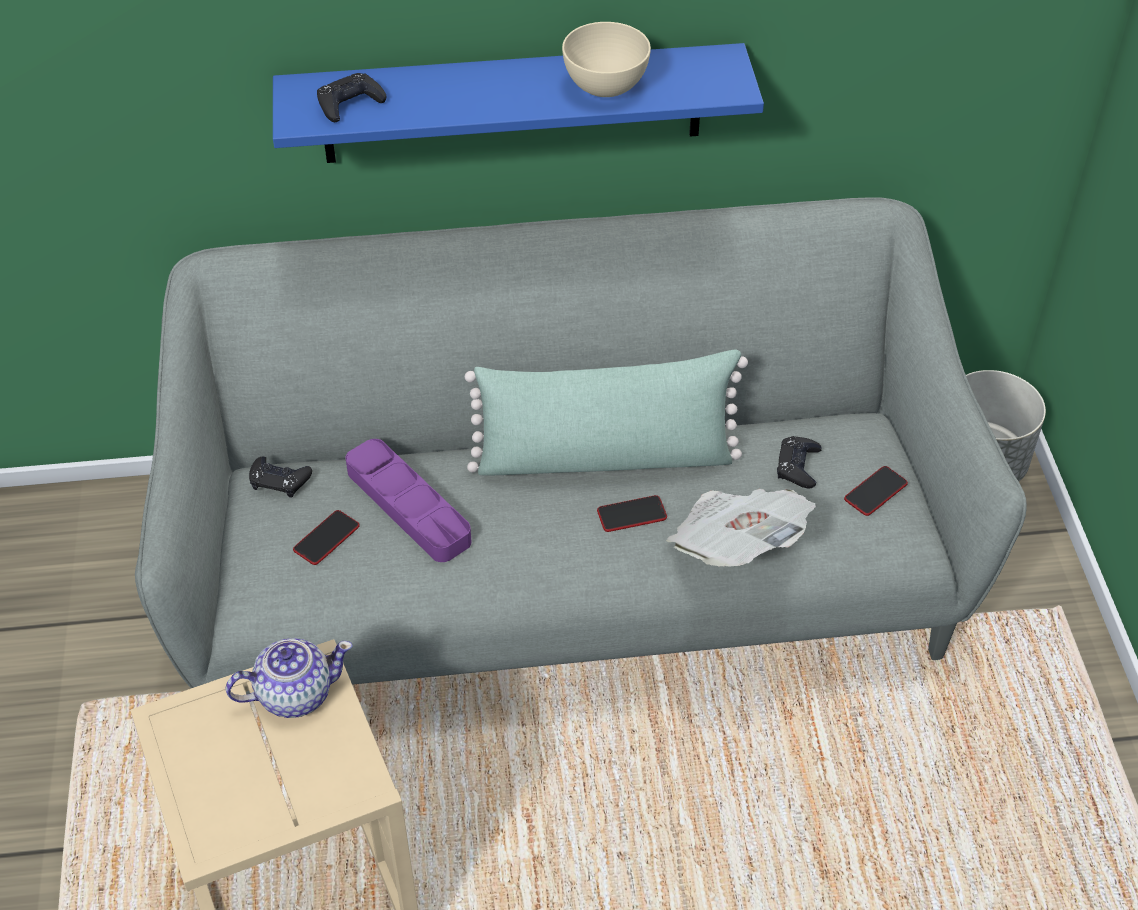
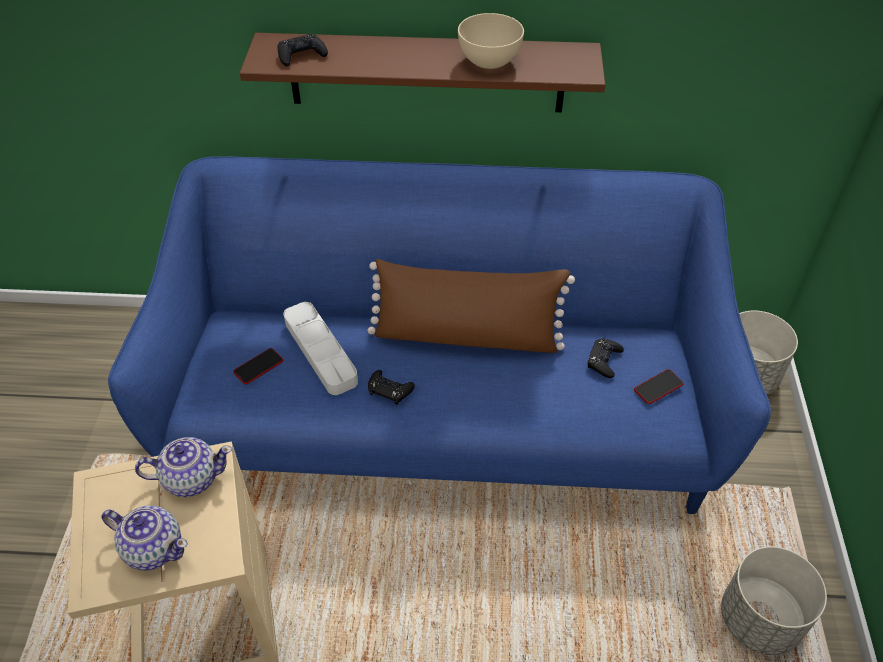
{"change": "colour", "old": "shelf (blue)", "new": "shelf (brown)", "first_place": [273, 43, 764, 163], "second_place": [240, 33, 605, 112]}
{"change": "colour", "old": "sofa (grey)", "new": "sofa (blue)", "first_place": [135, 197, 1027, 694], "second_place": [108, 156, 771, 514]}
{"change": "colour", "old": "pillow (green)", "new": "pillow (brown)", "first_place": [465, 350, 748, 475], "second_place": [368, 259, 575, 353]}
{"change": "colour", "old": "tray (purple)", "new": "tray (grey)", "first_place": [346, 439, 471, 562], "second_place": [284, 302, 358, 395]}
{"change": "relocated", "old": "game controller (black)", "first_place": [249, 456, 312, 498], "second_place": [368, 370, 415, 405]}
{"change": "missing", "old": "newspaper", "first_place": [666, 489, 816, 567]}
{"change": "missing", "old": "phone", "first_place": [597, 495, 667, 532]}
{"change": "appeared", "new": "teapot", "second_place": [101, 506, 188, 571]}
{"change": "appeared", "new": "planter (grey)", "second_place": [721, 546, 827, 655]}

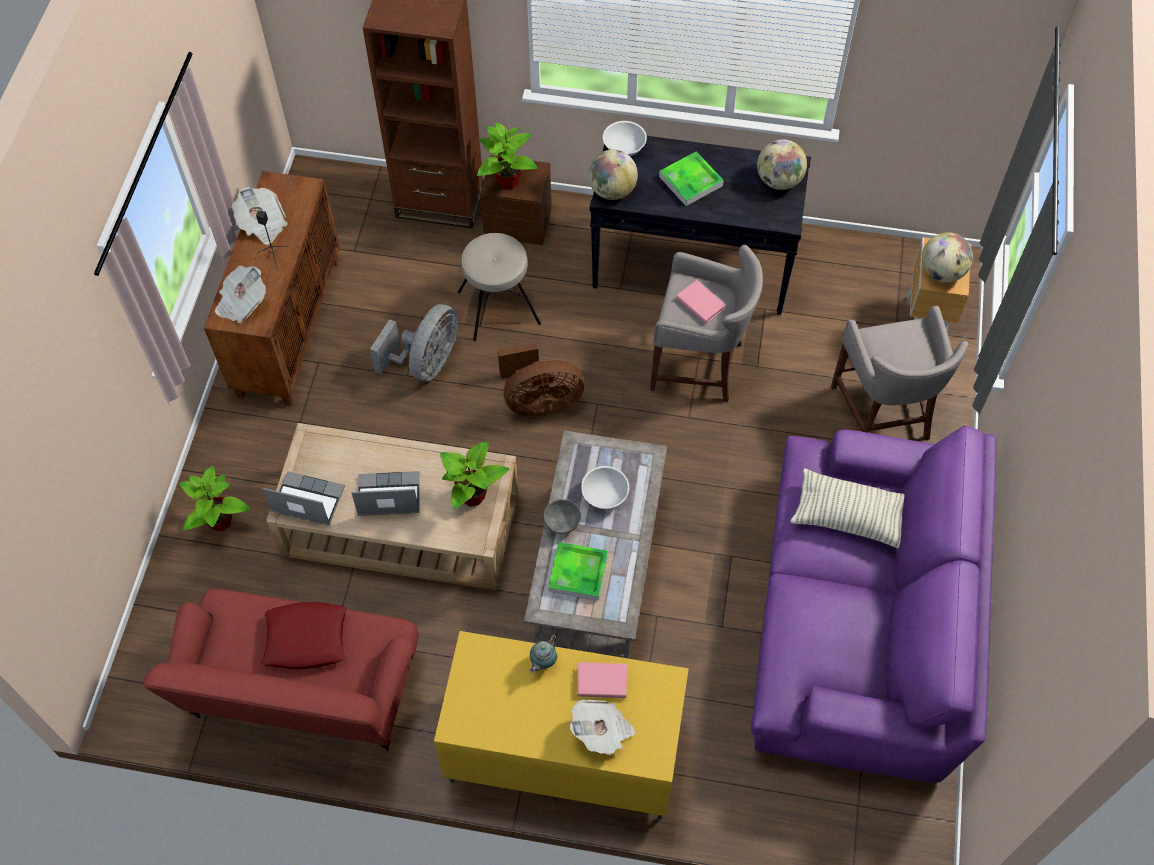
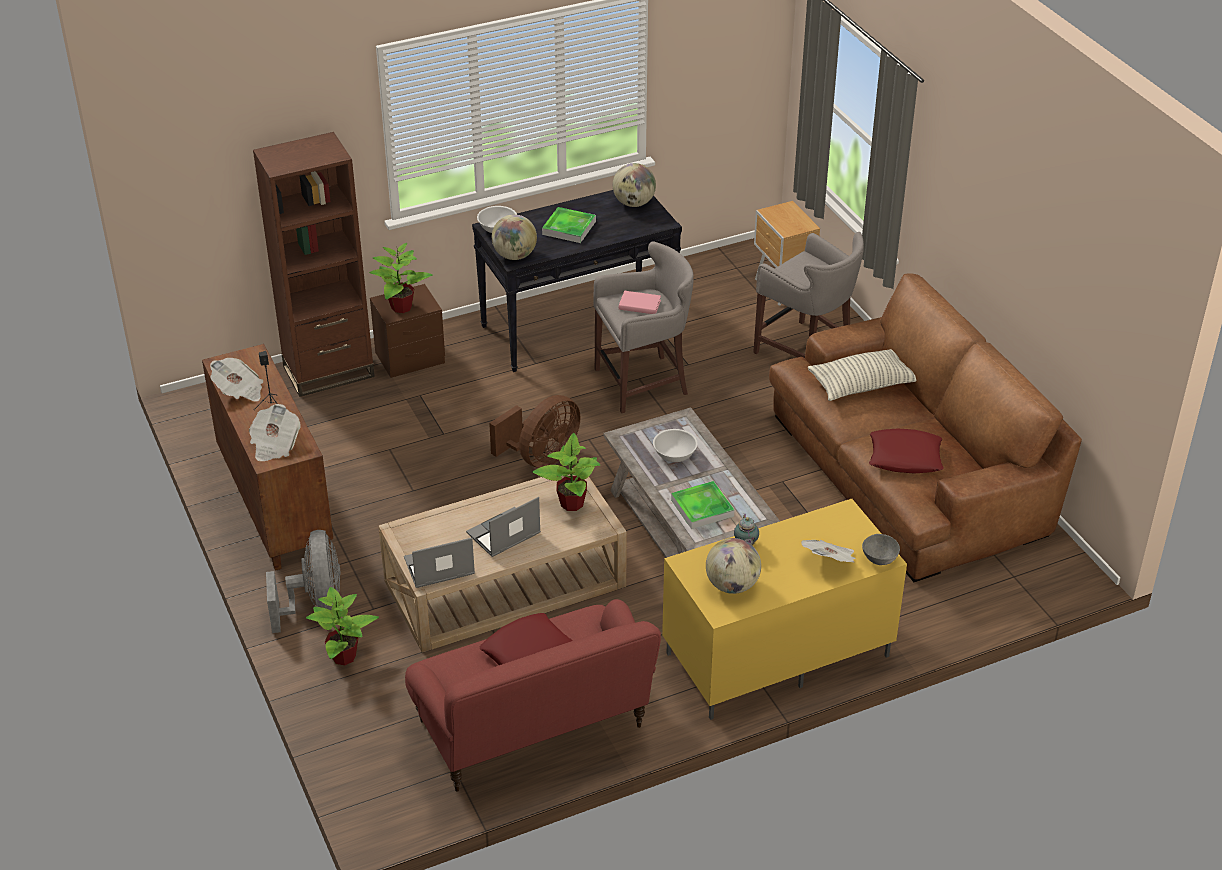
{"change": "relocated", "old": "globe", "first_place": [922, 232, 973, 283], "second_place": [706, 538, 761, 594]}
{"change": "missing", "old": "stool (beige)", "first_place": [458, 233, 541, 341]}
{"change": "relocated", "old": "fan (grey)", "first_place": [370, 304, 458, 381], "second_place": [266, 530, 341, 633]}
{"change": "colour", "old": "sofa (purple)", "new": "sofa (brown)", "first_place": [751, 426, 996, 783], "second_place": [769, 273, 1082, 582]}
{"change": "relocated", "old": "bowl (grey)", "first_place": [544, 499, 581, 534], "second_place": [862, 534, 900, 565]}
{"change": "missing", "old": "book (pink)", "first_place": [577, 662, 627, 698]}
{"change": "appeared", "new": "pillow (red)", "second_place": [869, 429, 943, 473]}

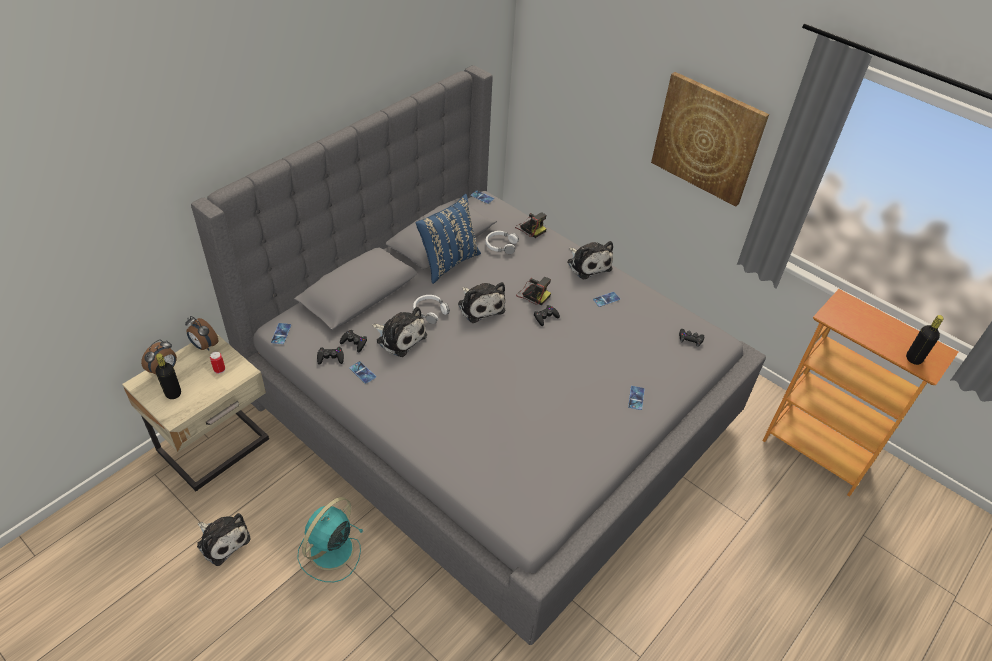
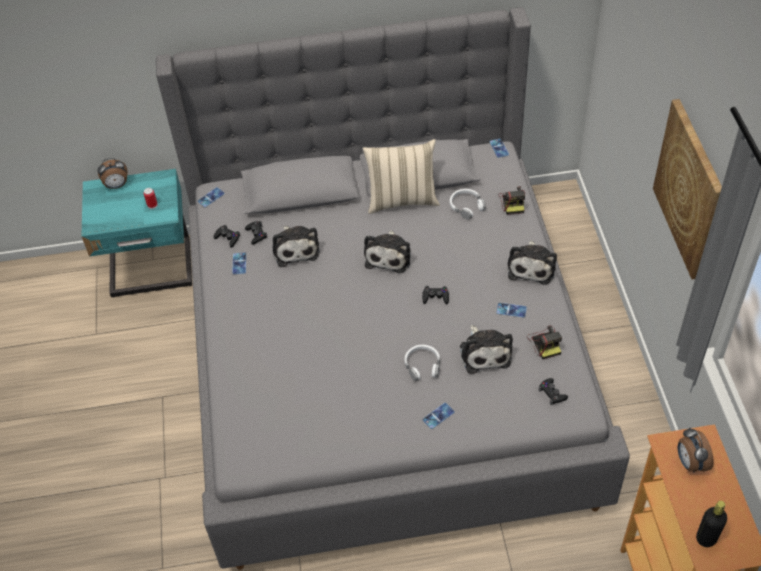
{"change": "colour", "old": "pillow (blue)", "new": "pillow (beige)", "first_place": [415, 194, 481, 284], "second_place": [363, 139, 440, 214]}
{"change": "relocated", "old": "photo camera", "first_place": [516, 277, 551, 305], "second_place": [527, 325, 562, 359]}
{"change": "relocated", "old": "headphones (white)", "first_place": [413, 295, 450, 324], "second_place": [404, 345, 440, 381]}
{"change": "relocated", "old": "alarm clock", "first_place": [185, 316, 219, 350], "second_place": [678, 427, 714, 473]}
{"change": "colour", "old": "nightstand (beige)", "new": "nightstand (turquoise)", "first_place": [122, 333, 269, 491], "second_place": [81, 169, 192, 297]}
{"change": "missing", "old": "bottle (black)", "first_place": [156, 353, 181, 399]}
{"change": "missing", "old": "fan (turquoise)", "first_place": [297, 497, 363, 582]}
{"change": "relocated", "old": "plush toy", "first_place": [197, 513, 251, 566], "second_place": [460, 325, 513, 374]}

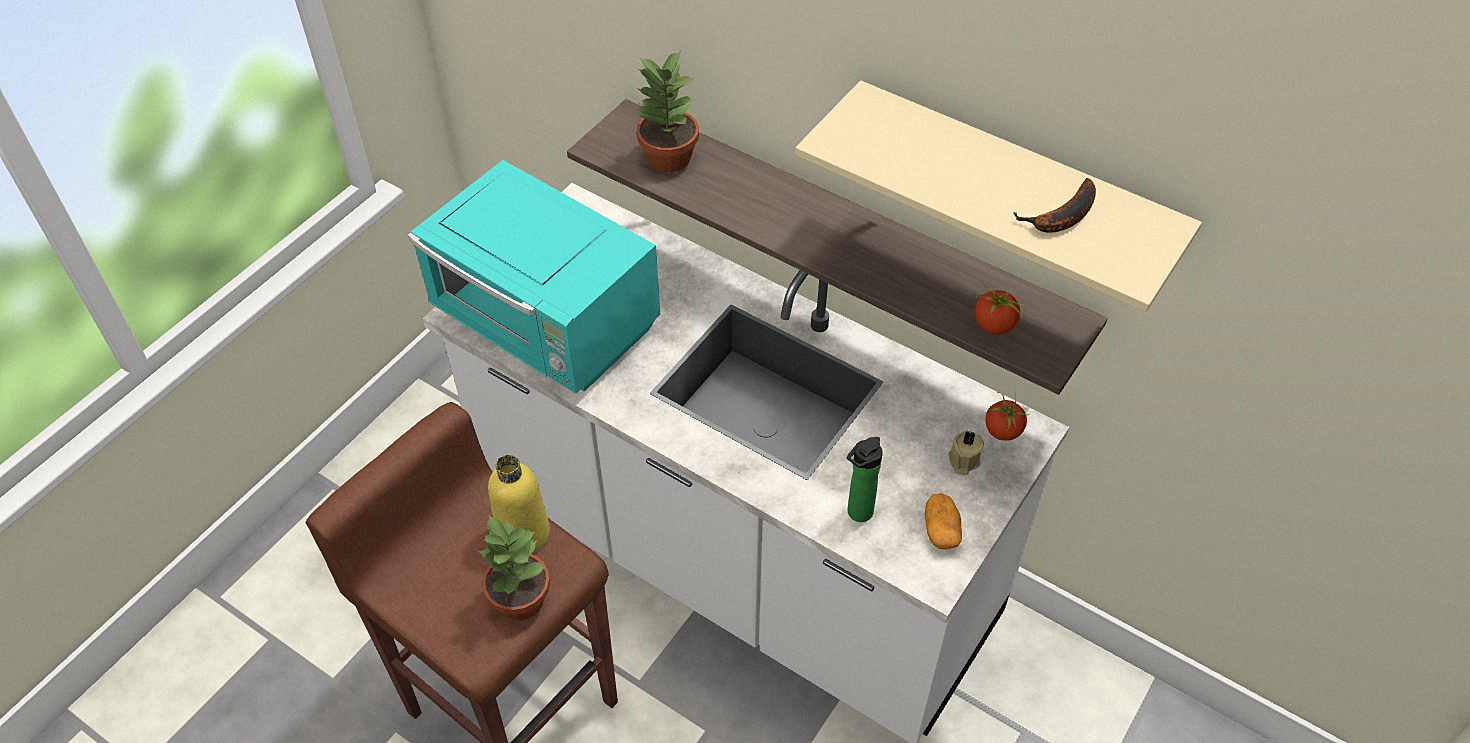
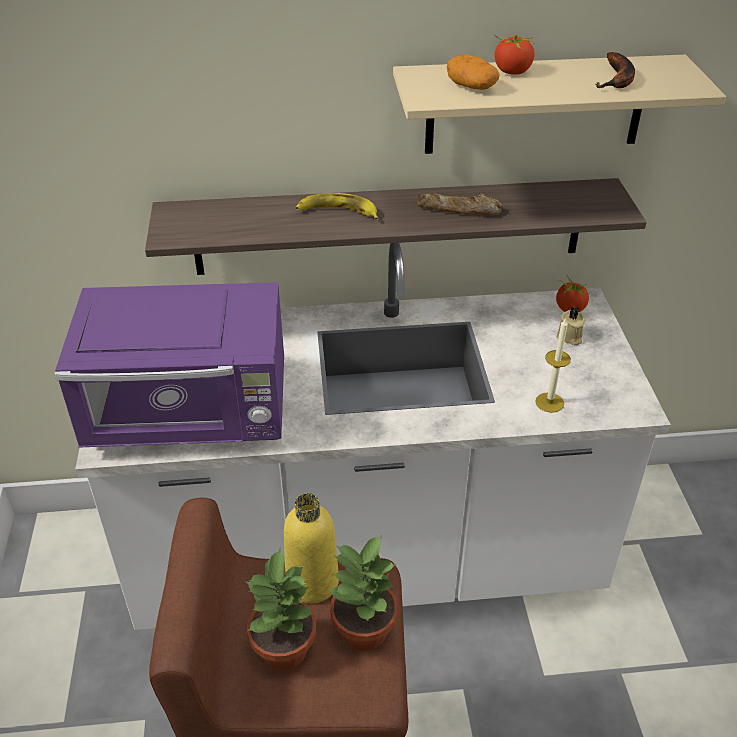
{"change": "relocated", "old": "potted plant", "first_place": [633, 50, 699, 172], "second_place": [245, 548, 316, 670]}
{"change": "colour", "old": "microwave (turquoise)", "new": "microwave (purple)", "first_place": [408, 160, 660, 394], "second_place": [55, 282, 284, 448]}
{"change": "relocated", "old": "tomato", "first_place": [975, 283, 1023, 335], "second_place": [494, 34, 537, 75]}
{"change": "exchanged", "old": "bottle", "new": "candle", "first_place": [847, 437, 883, 522], "second_place": [535, 317, 571, 413]}
{"change": "relocated", "old": "potato", "first_place": [925, 493, 962, 549], "second_place": [446, 54, 500, 90]}
{"change": "appeared", "new": "banana", "second_place": [296, 193, 378, 220]}
{"change": "appeared", "new": "bread", "second_place": [417, 193, 504, 216]}

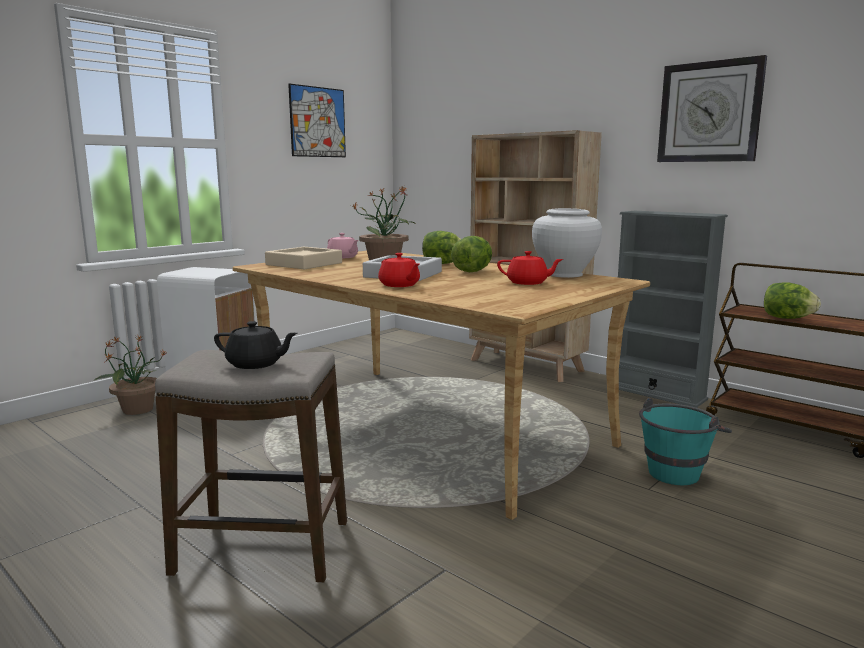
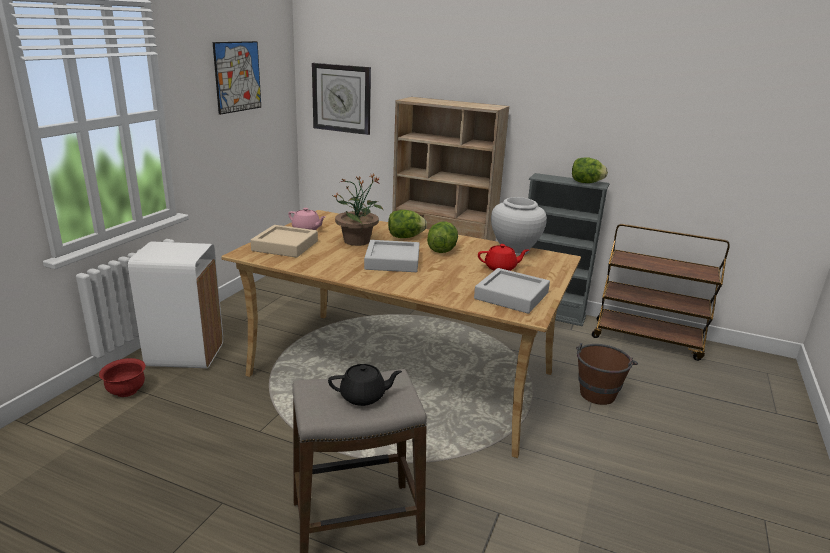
{"change": "relocated", "old": "wall clock", "first_place": [657, 55, 767, 162], "second_place": [312, 63, 371, 135]}
{"change": "missing", "old": "teapot (red)", "first_place": [378, 253, 420, 287]}
{"change": "relocated", "old": "lettuce", "first_place": [764, 282, 821, 319], "second_place": [572, 157, 608, 183]}
{"change": "exchanged", "old": "potted plant", "new": "bowl (red)", "first_place": [93, 336, 167, 415], "second_place": [99, 358, 145, 397]}
{"change": "colour", "old": "bucket (turquoise)", "new": "bucket (brown)", "first_place": [639, 398, 732, 485], "second_place": [576, 343, 638, 405]}
{"change": "appeared", "new": "tray (grey)", "second_place": [474, 268, 550, 314]}

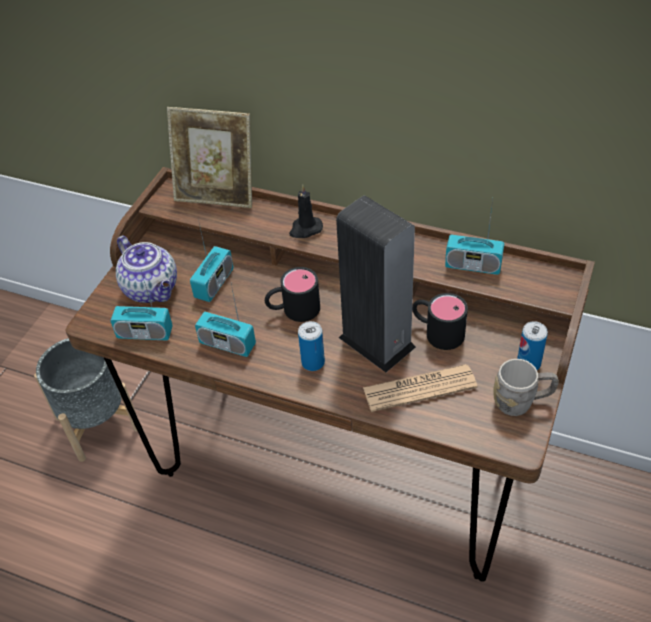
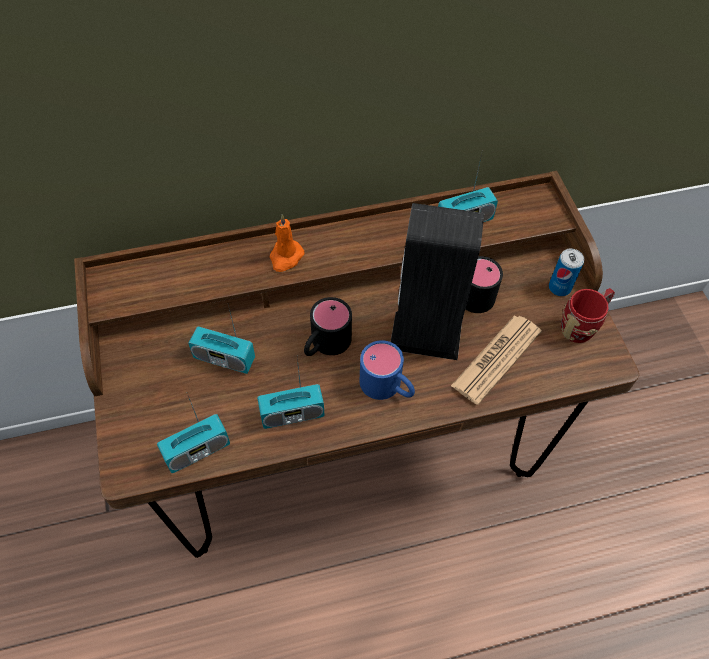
{"change": "missing", "old": "picture frame", "first_place": [167, 107, 252, 208]}
{"change": "colour", "old": "candle (black)", "new": "candle (orange)", "first_place": [289, 184, 323, 238], "second_place": [270, 214, 304, 272]}
{"change": "spun", "old": "radio", "first_place": [190, 219, 233, 302], "second_place": [188, 305, 255, 374], "degrees": 120}
{"change": "missing", "old": "teapot", "first_place": [116, 235, 177, 303]}
{"change": "exchanged", "old": "can", "new": "mug (blue)", "first_place": [298, 321, 325, 371], "second_place": [360, 340, 415, 400]}
{"change": "missing", "old": "planter (grey)", "first_place": [34, 338, 138, 462]}
{"change": "colour", "old": "mug (grey)", "new": "mug (red)", "first_place": [493, 359, 559, 416], "second_place": [561, 288, 615, 343]}

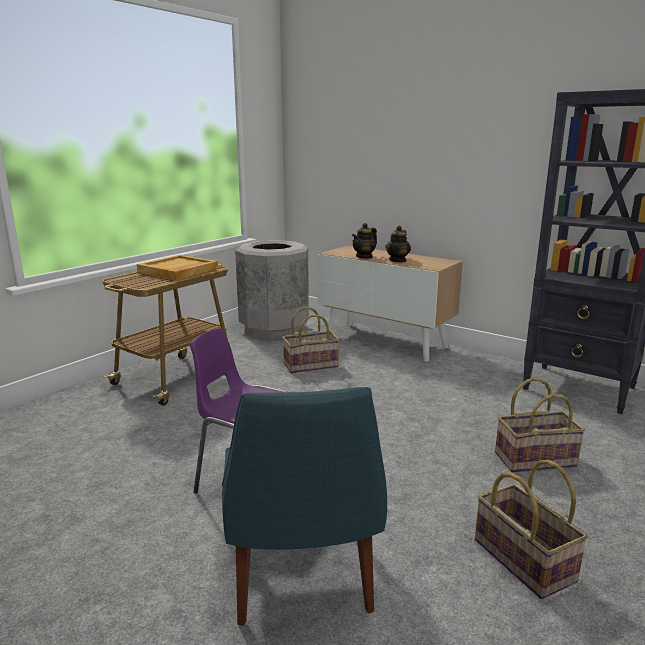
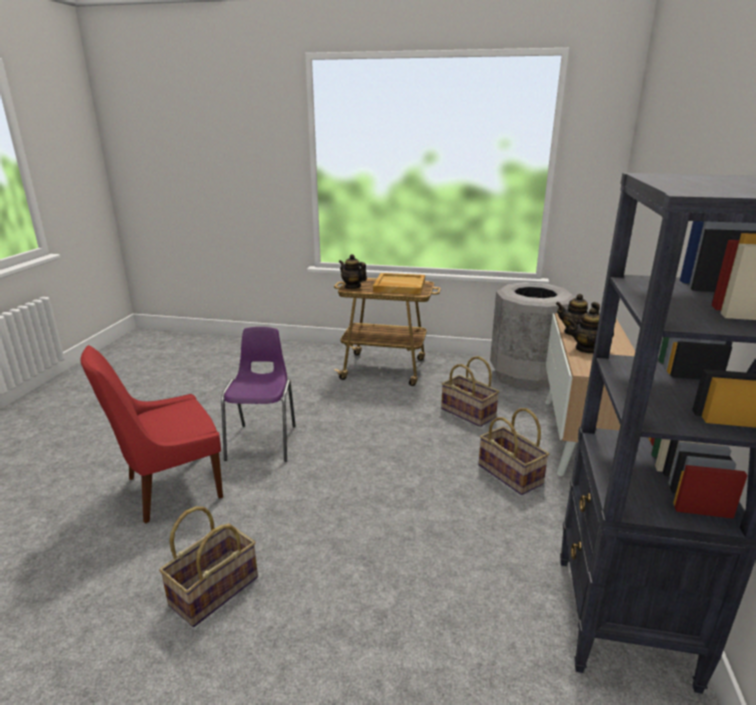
{"change": "relocated", "old": "basket", "first_place": [495, 378, 585, 473], "second_place": [478, 408, 549, 495]}
{"change": "colour", "old": "chair (blue)", "new": "chair (red)", "first_place": [222, 387, 387, 626], "second_place": [81, 345, 223, 524]}
{"change": "appeared", "new": "teapot", "second_place": [339, 254, 367, 289]}

